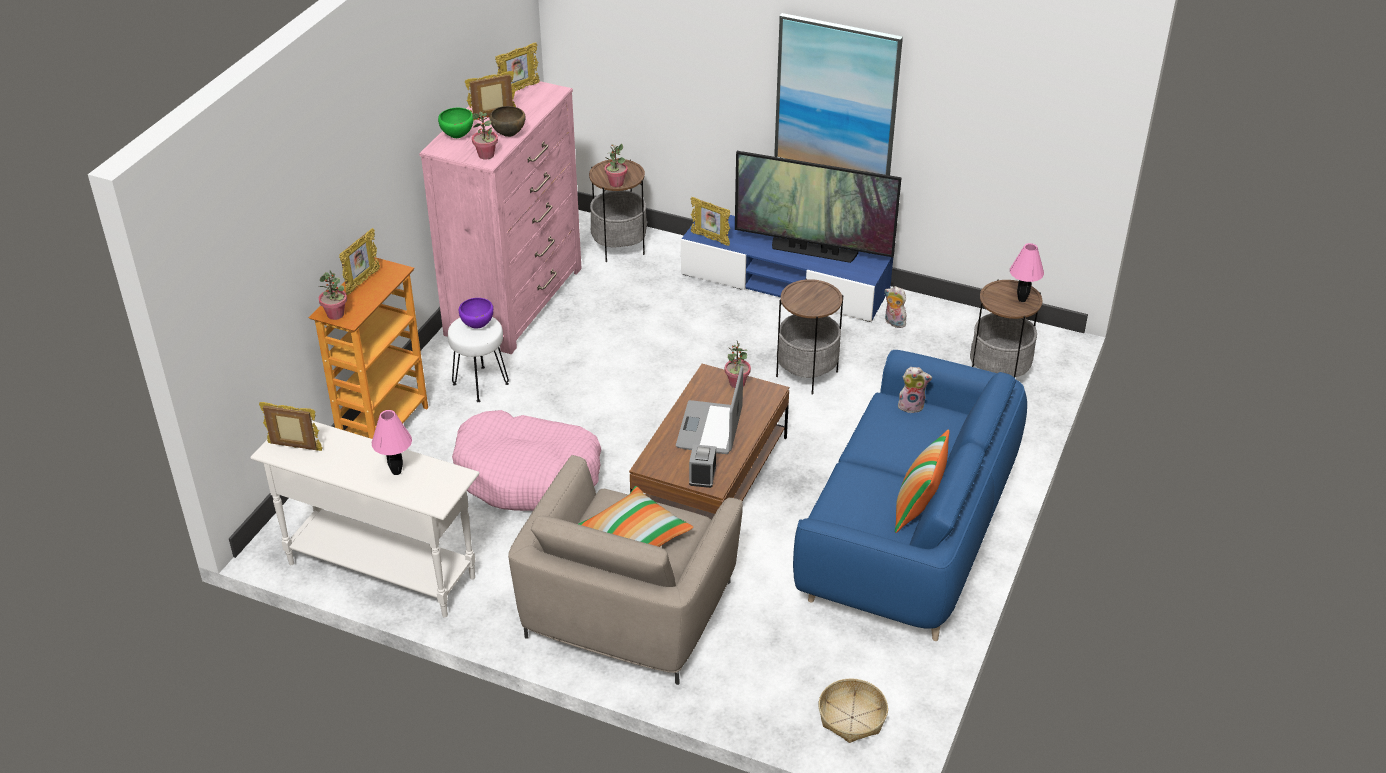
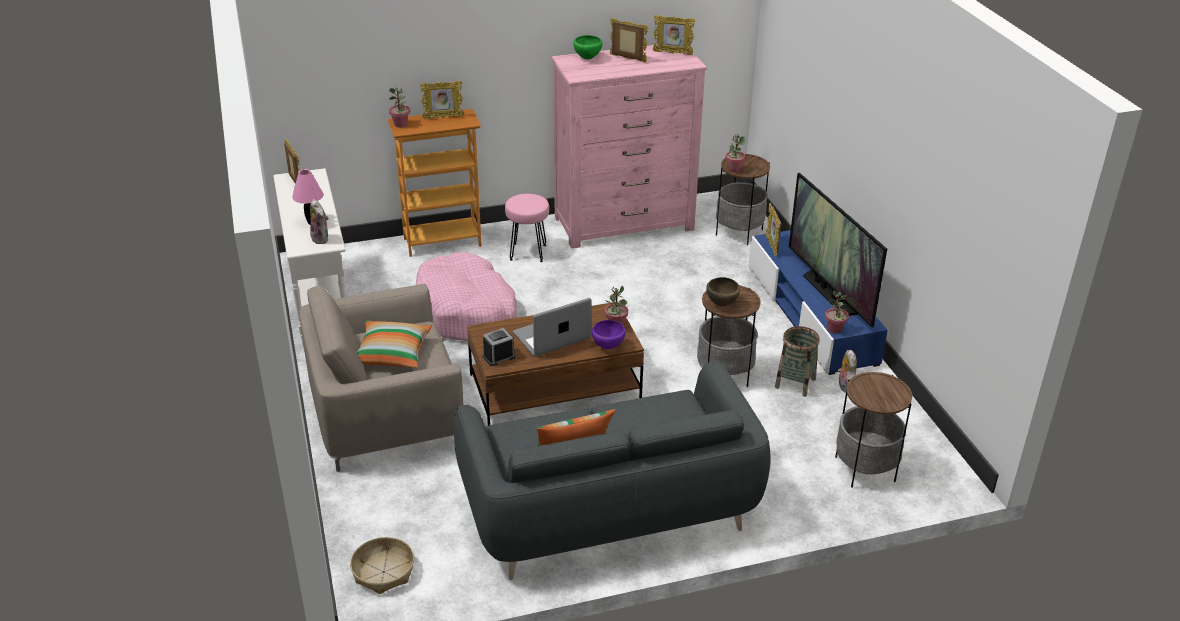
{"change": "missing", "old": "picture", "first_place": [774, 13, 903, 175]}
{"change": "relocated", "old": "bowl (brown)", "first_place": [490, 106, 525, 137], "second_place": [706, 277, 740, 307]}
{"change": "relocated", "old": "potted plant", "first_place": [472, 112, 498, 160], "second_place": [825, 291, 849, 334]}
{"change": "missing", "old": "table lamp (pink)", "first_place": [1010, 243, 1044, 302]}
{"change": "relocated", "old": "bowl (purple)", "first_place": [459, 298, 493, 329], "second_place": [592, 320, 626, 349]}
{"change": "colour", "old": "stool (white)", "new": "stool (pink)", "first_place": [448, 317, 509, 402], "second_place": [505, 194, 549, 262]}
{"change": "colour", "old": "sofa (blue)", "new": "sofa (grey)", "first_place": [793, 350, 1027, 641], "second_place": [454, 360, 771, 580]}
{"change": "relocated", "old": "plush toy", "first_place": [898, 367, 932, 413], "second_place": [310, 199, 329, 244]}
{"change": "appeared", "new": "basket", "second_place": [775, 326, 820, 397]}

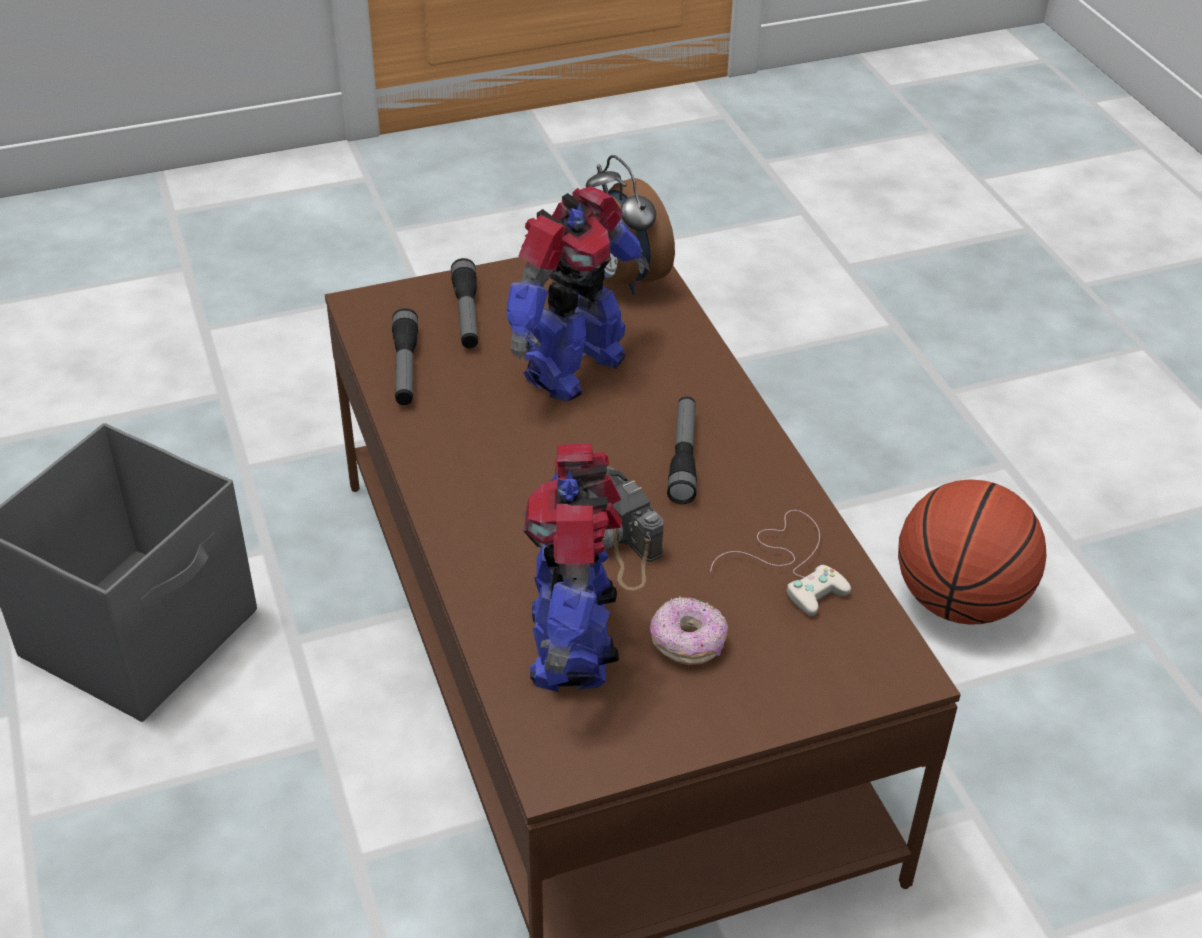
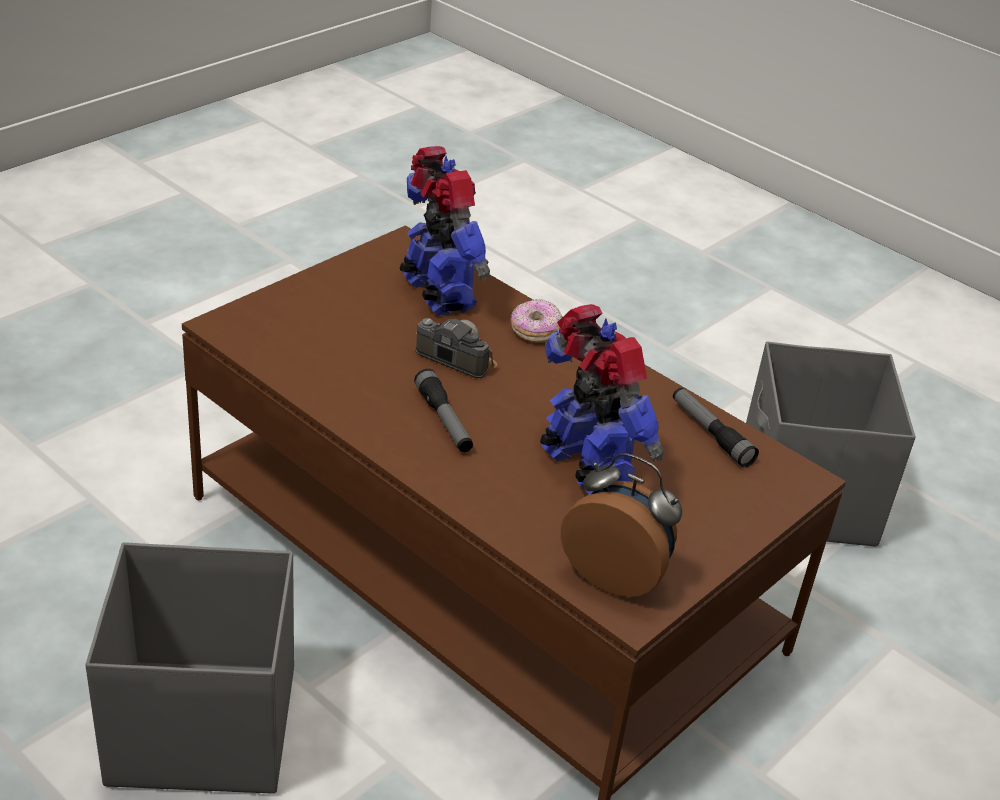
{"change": "spun", "old": "toy robot", "first_place": [506, 186, 649, 402], "second_place": [540, 304, 663, 495], "degrees": 135}
{"change": "missing", "old": "flashlight", "first_place": [451, 258, 478, 349]}
{"change": "exchanged", "old": "basketball", "new": "storage box (grey)", "first_place": [898, 480, 1047, 625], "second_place": [85, 542, 294, 794]}
{"change": "missing", "old": "game controller (white)", "first_place": [710, 510, 851, 616]}
{"change": "relocated", "old": "donut", "first_place": [650, 596, 728, 665], "second_place": [510, 299, 562, 343]}

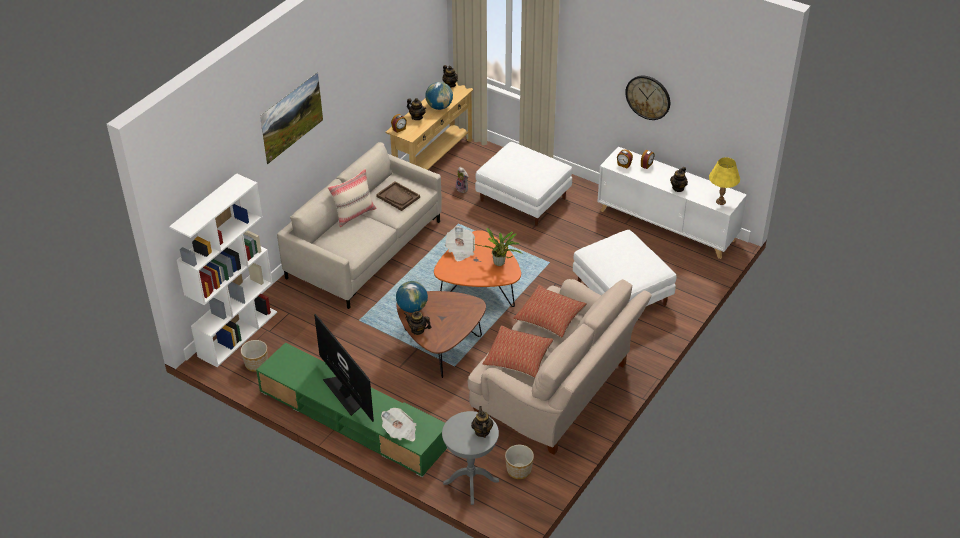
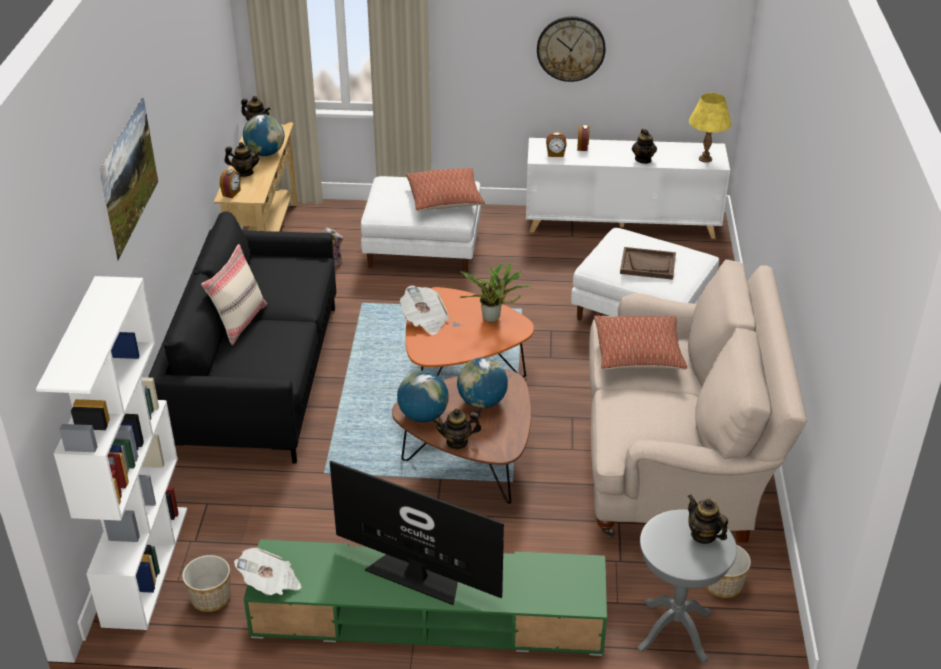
{"change": "colour", "old": "sofa (beige)", "new": "sofa (black)", "first_place": [277, 142, 442, 309], "second_place": [148, 211, 336, 464]}
{"change": "relocated", "old": "tray (brown)", "first_place": [376, 181, 420, 211], "second_place": [620, 247, 676, 280]}
{"change": "relocated", "old": "pillow", "first_place": [483, 326, 554, 378], "second_place": [406, 168, 485, 211]}
{"change": "relocated", "old": "newspaper", "first_place": [381, 408, 416, 441], "second_place": [234, 548, 302, 596]}
{"change": "appeared", "new": "globe", "second_place": [457, 358, 508, 409]}

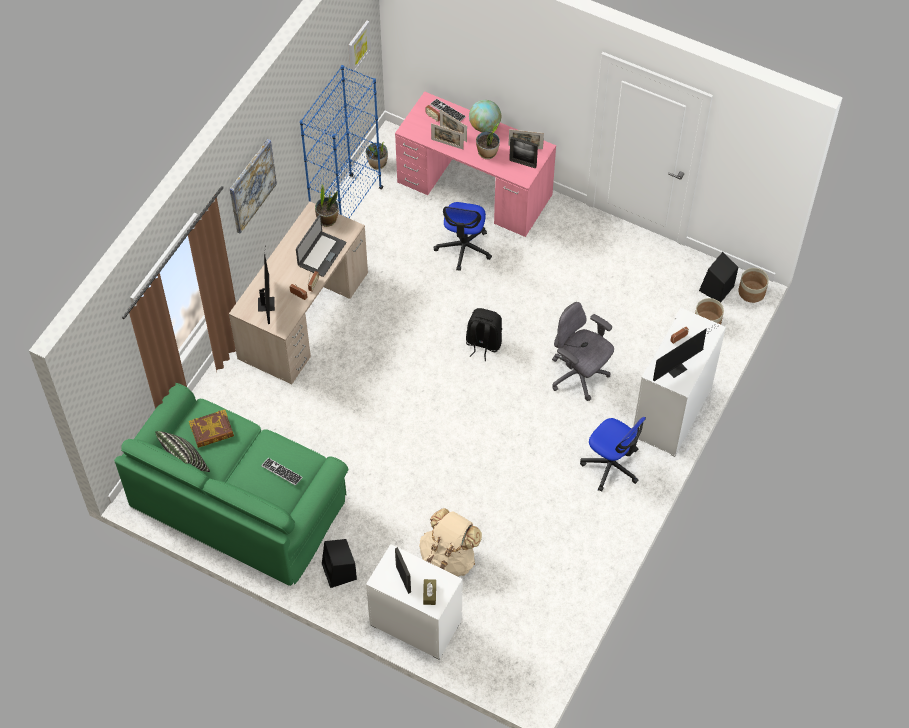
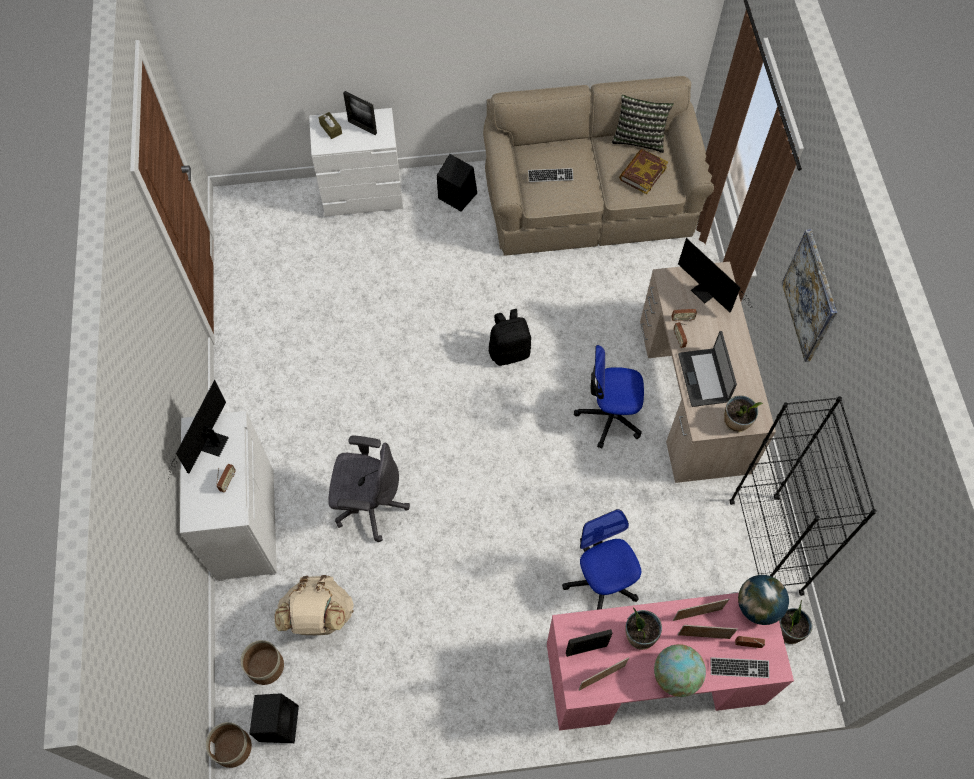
{"change": "missing", "old": "picture", "first_place": [349, 21, 371, 74]}
{"change": "colour", "old": "bookcase (blue)", "new": "bookcase (black)", "first_place": [300, 65, 383, 218], "second_place": [730, 396, 877, 596]}
{"change": "relocated", "old": "backpack (black)", "first_place": [466, 308, 502, 361], "second_place": [489, 309, 531, 366]}
{"change": "colour", "old": "sofa (green)", "new": "sofa (beige)", "first_place": [114, 383, 348, 586], "second_place": [483, 76, 714, 256]}
{"change": "relocated", "old": "office chair", "first_place": [580, 417, 646, 492], "second_place": [574, 345, 644, 449]}
{"change": "relocated", "old": "backpack (beige)", "first_place": [419, 508, 482, 576], "second_place": [275, 575, 354, 635]}
{"change": "appeared", "new": "globe", "second_place": [738, 575, 789, 625]}

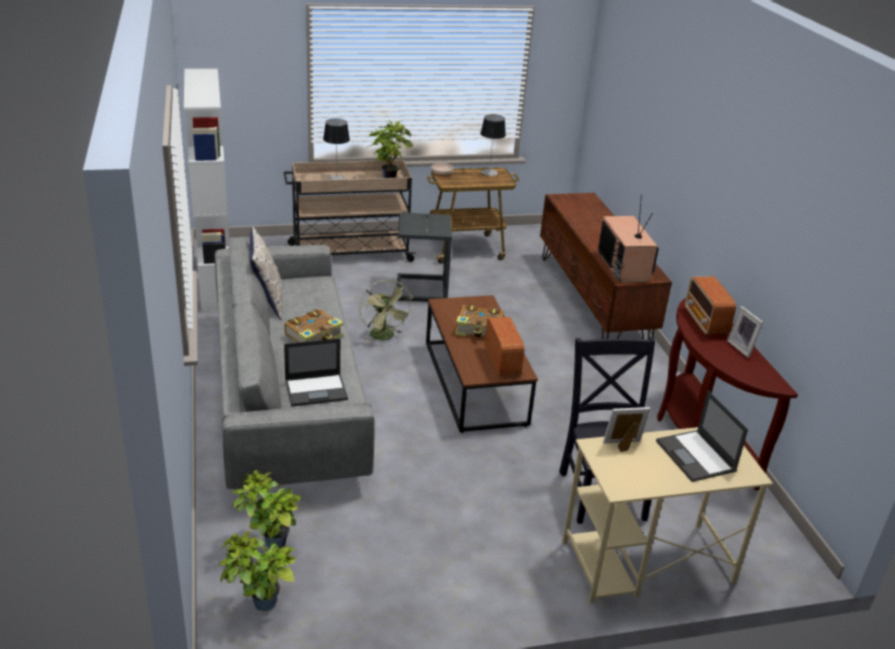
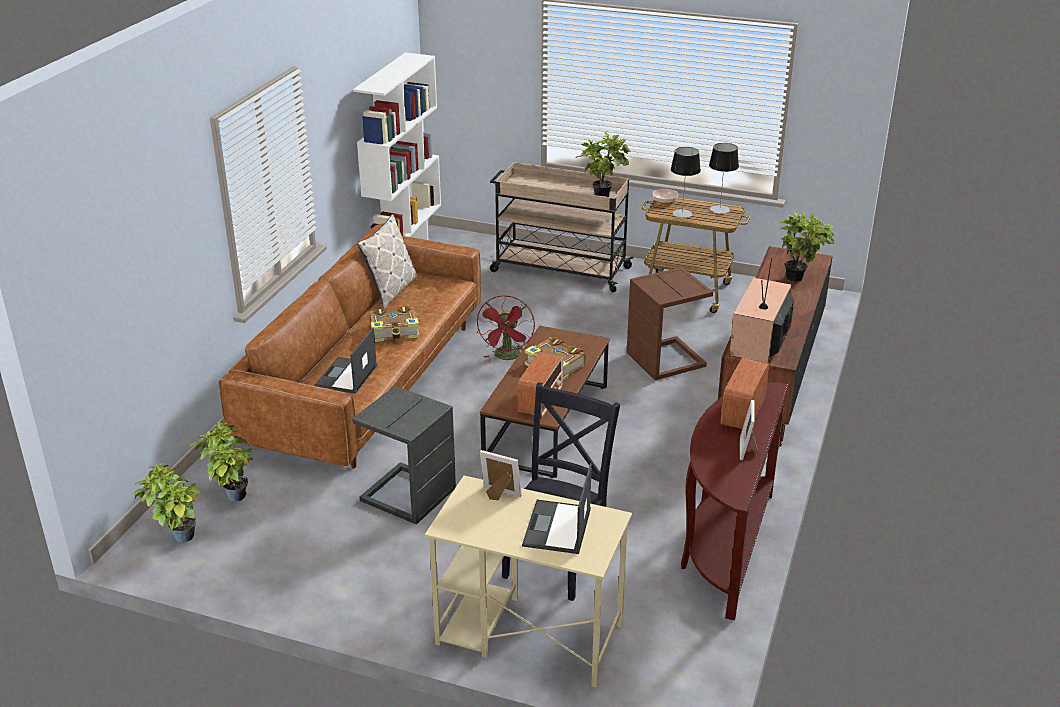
{"change": "relocated", "old": "table lamp", "first_place": [323, 119, 350, 180], "second_place": [671, 147, 701, 218]}
{"change": "relocated", "old": "side table (grey)", "first_place": [397, 212, 452, 302], "second_place": [352, 386, 456, 524]}
{"change": "colour", "old": "sofa (grey)", "new": "sofa (brown)", "first_place": [215, 237, 375, 489], "second_place": [219, 223, 481, 469]}
{"change": "colour", "old": "fan (green)", "new": "fan (red)", "first_place": [359, 280, 413, 343], "second_place": [477, 295, 535, 360]}
{"change": "spun", "old": "laptop", "first_place": [284, 338, 348, 406], "second_place": [315, 328, 377, 394], "degrees": 90}
{"change": "appeared", "new": "potted plant", "second_place": [780, 212, 834, 282]}
{"change": "appeared", "new": "side table (brown)", "second_place": [627, 267, 713, 380]}

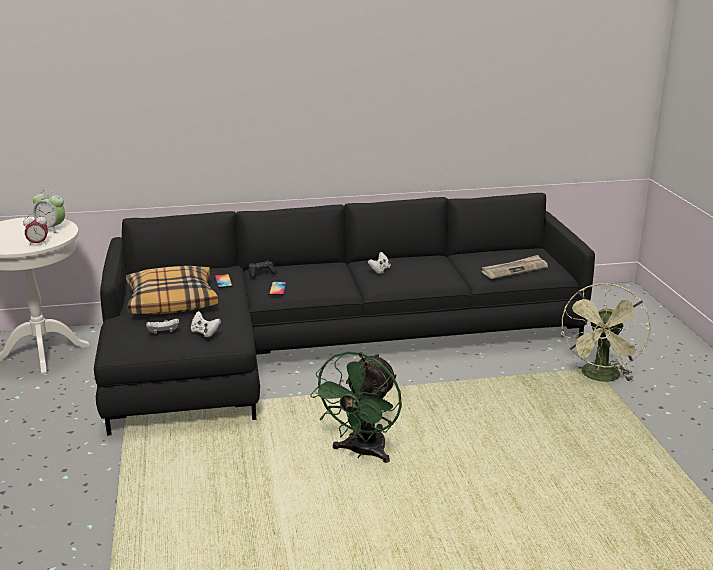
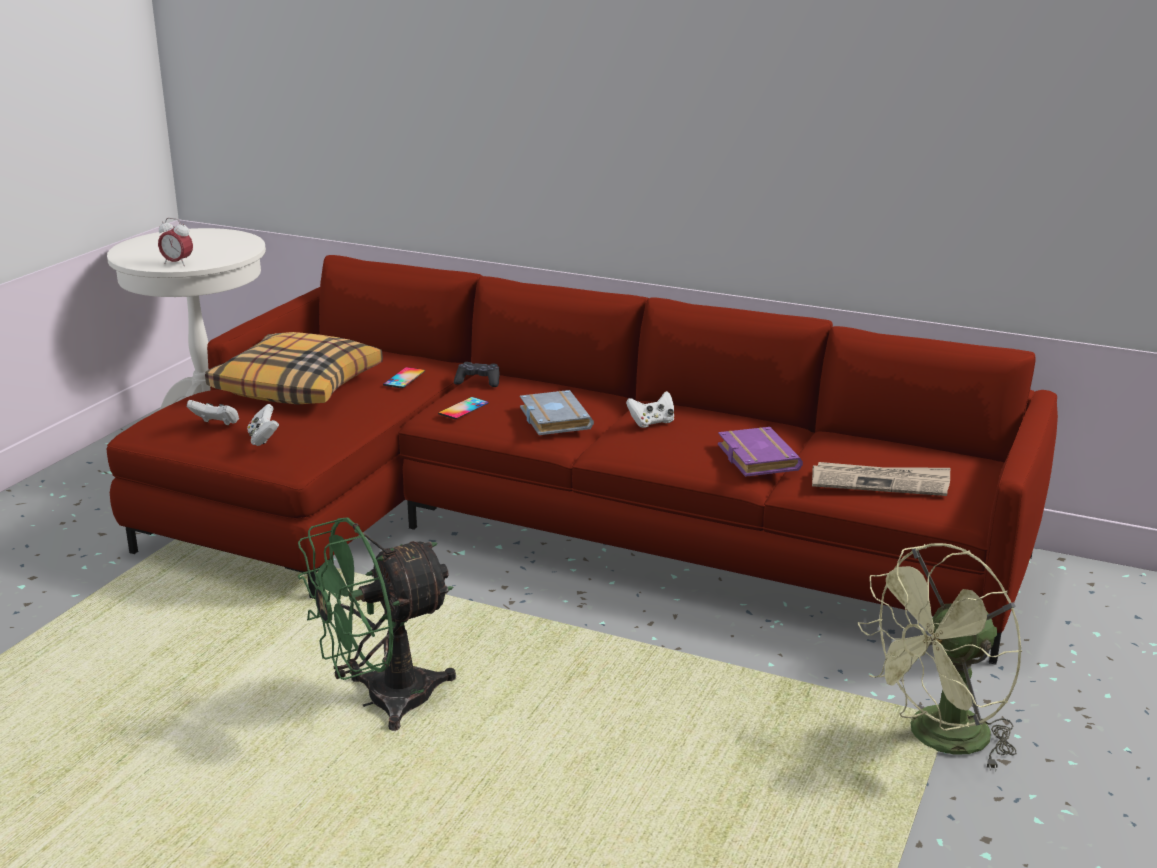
{"change": "missing", "old": "alarm clock", "first_place": [33, 189, 65, 233]}
{"change": "colour", "old": "sofa (black)", "new": "sofa (red)", "first_place": [94, 193, 595, 436], "second_place": [107, 255, 1058, 665]}
{"change": "appeared", "new": "book (grey)", "second_place": [520, 390, 594, 435]}
{"change": "appeared", "new": "book (purple)", "second_place": [718, 427, 803, 477]}

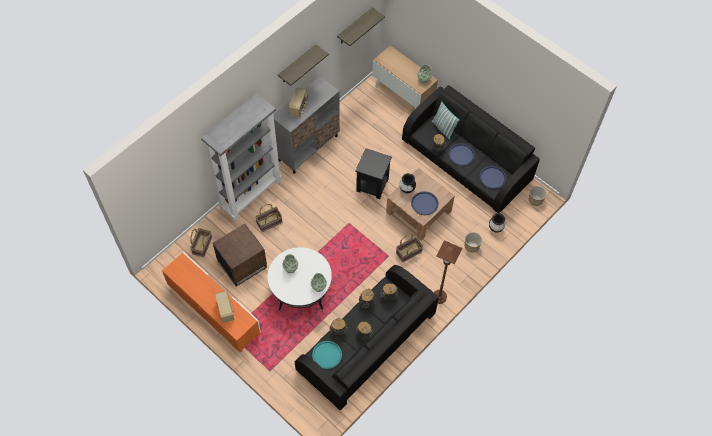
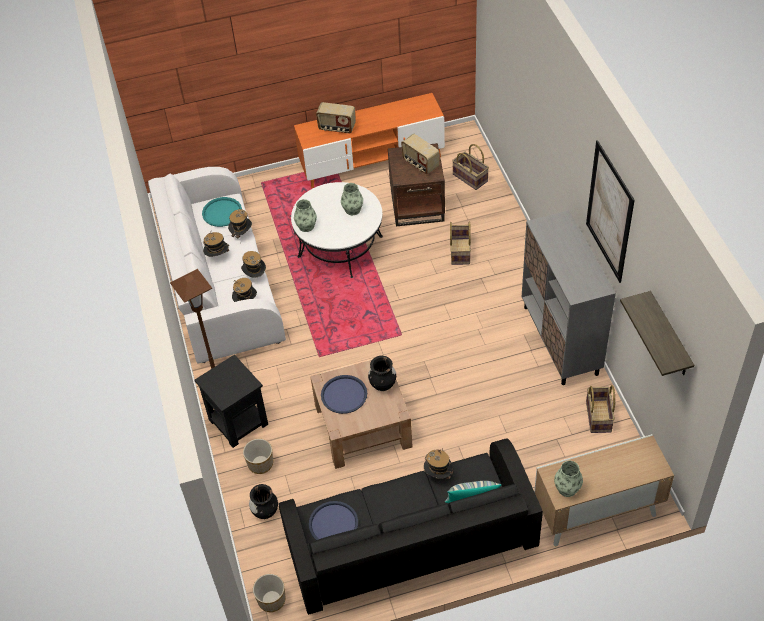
{"change": "exchanged", "old": "shelf", "new": "picture", "first_place": [278, 44, 329, 86], "second_place": [586, 140, 635, 283]}
{"change": "relocated", "old": "radio", "first_place": [289, 87, 307, 117], "second_place": [401, 134, 439, 174]}
{"change": "missing", "old": "bookcase (grey)", "first_place": [201, 93, 282, 221]}
{"change": "missing", "old": "tray (blue)", "first_place": [448, 143, 475, 166]}
{"change": "relocated", "old": "side table (black)", "first_place": [355, 148, 392, 199], "second_place": [195, 355, 268, 448]}
{"change": "relocated", "old": "basket", "first_place": [396, 234, 423, 263], "second_place": [586, 385, 615, 433]}
{"change": "colour", "old": "sofa (black)", "new": "sofa (white)", "first_place": [295, 265, 439, 411], "second_place": [148, 167, 286, 364]}

